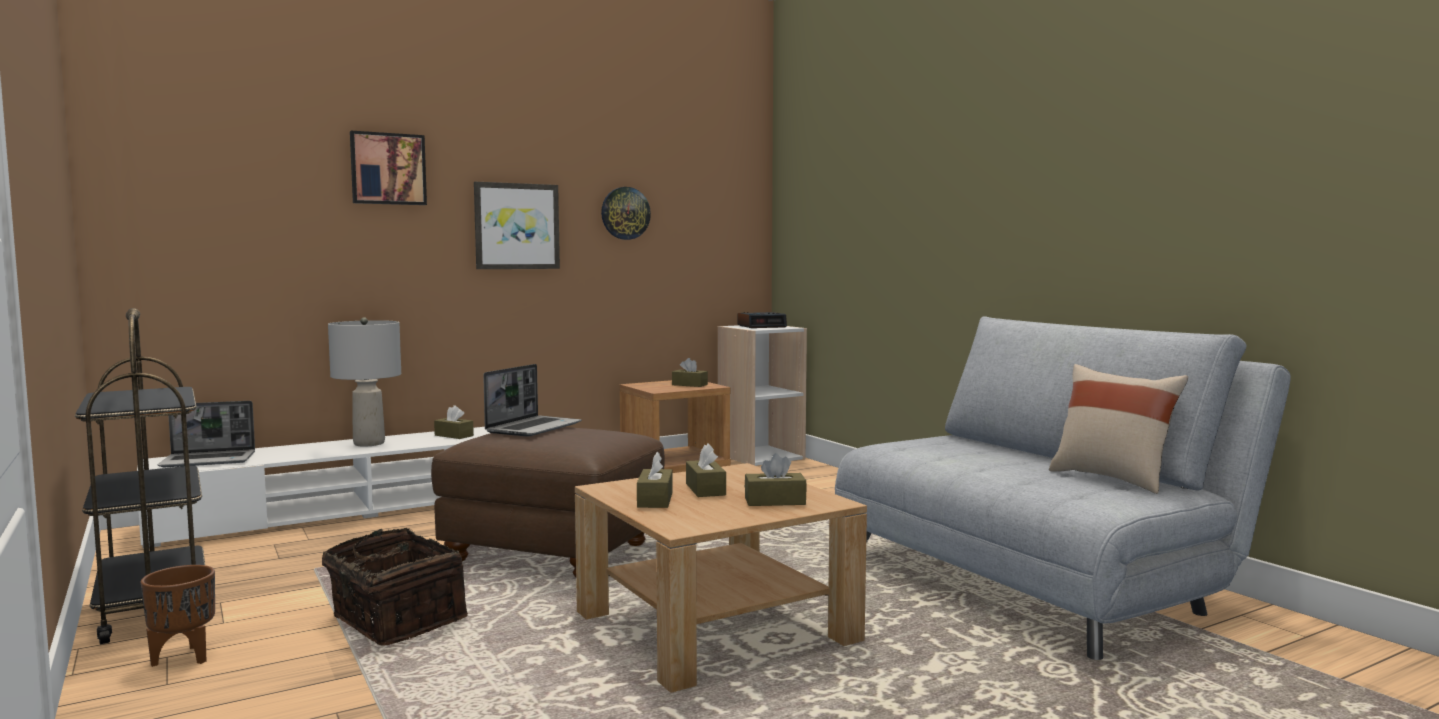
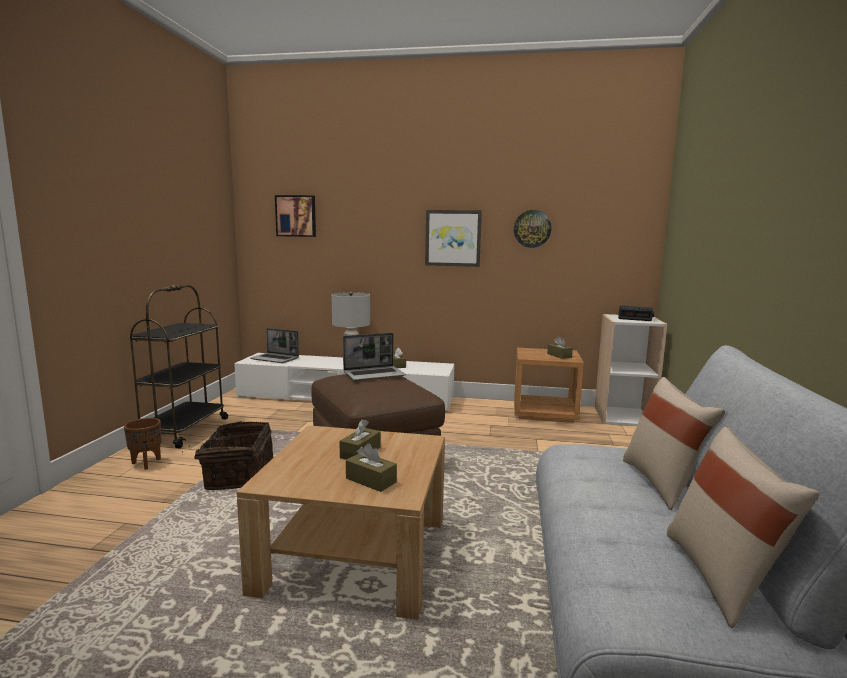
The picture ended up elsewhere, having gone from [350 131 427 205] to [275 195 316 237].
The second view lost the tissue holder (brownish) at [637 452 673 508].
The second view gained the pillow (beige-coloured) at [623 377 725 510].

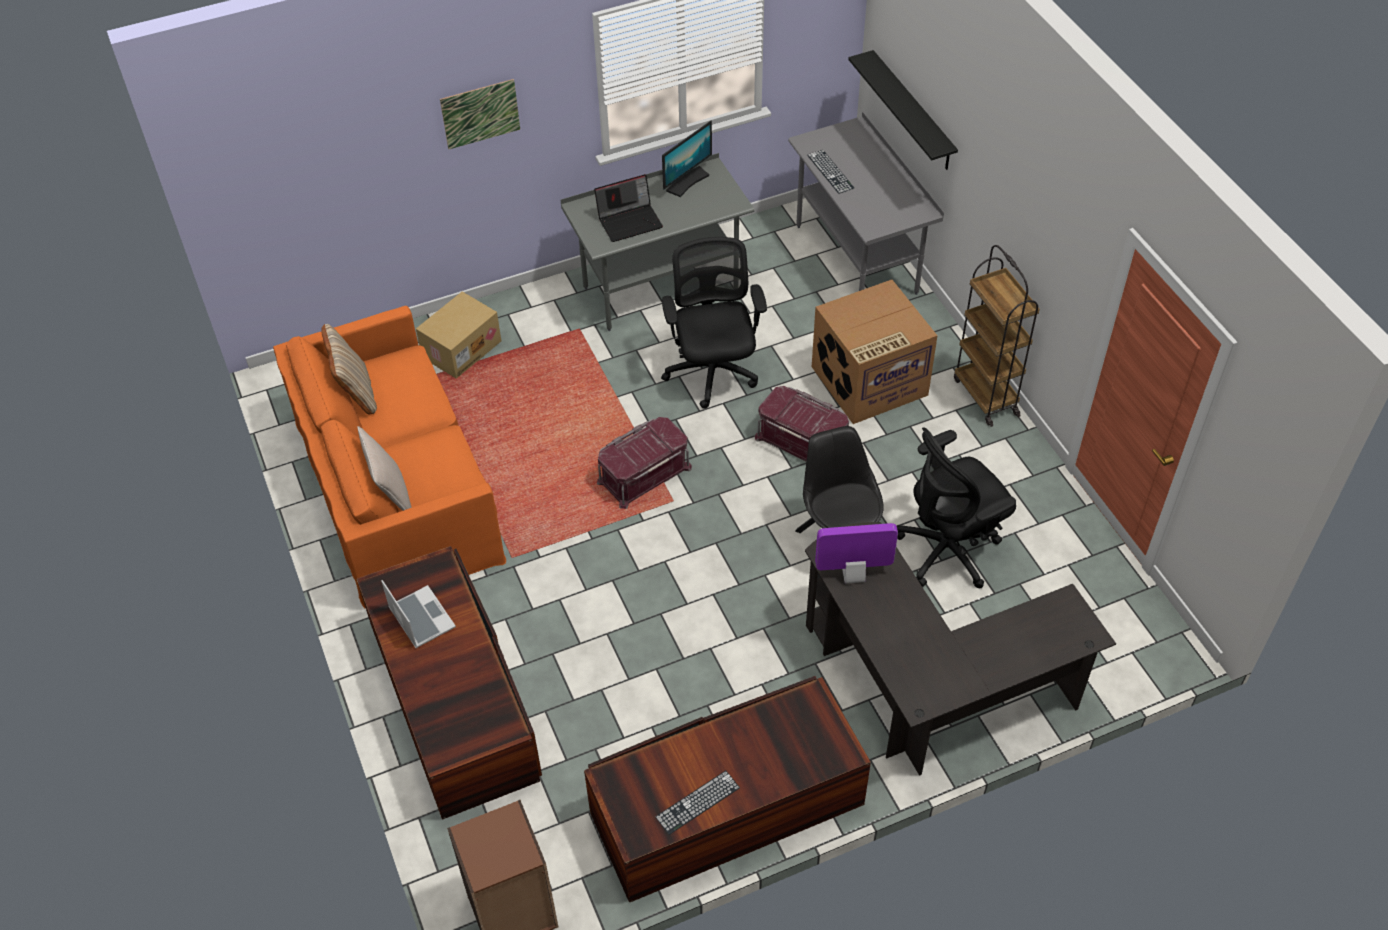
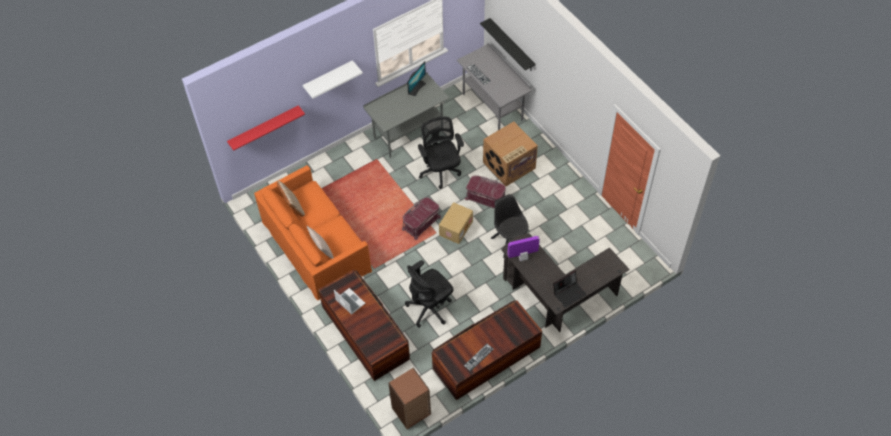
The cardboard box ended up elsewhere, having gone from [416 291 501 379] to [439 202 473 244].
Where the picture hung at [440 79 520 149], the wall shelf (whitish) came to hang at [303 60 363 99].
The portable computer ended up elsewhere, having gone from [594 174 663 242] to [553 271 587 308].
The desk chair (black) ended up elsewhere, having gone from [897 428 1016 588] to [405 260 454 328].
The second view lost the cart (brownish) at [954 245 1040 427].
The second view gained the wall shelf (red-coloured) at [227 105 305 151].

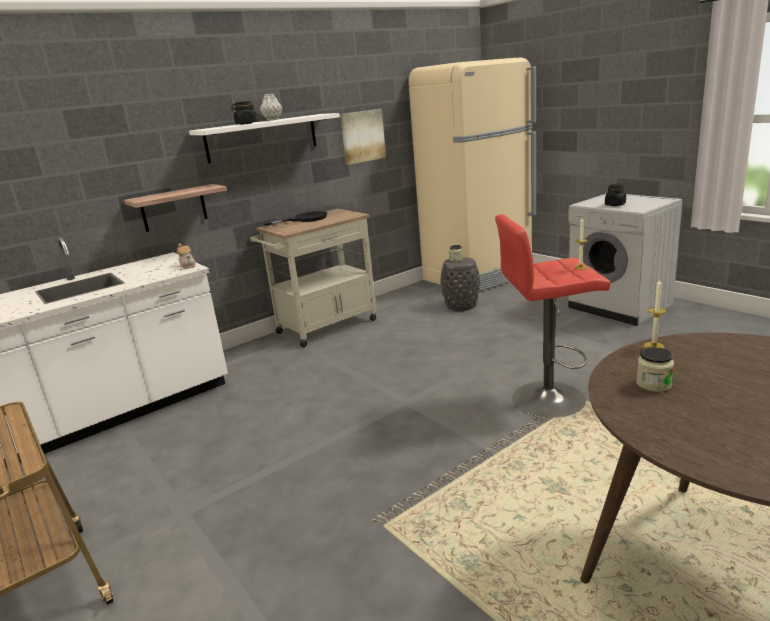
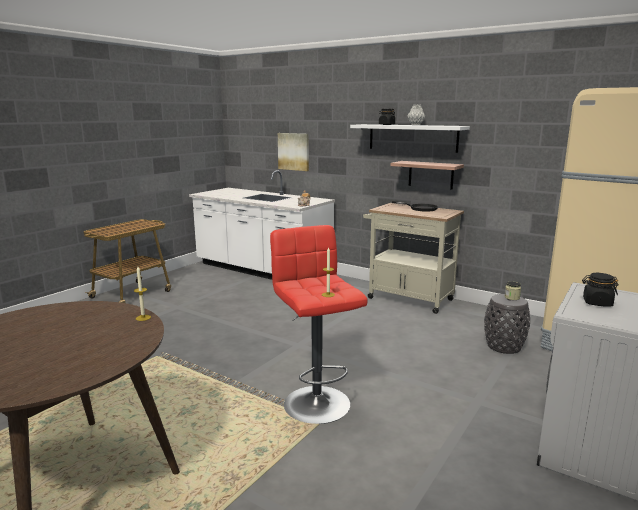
The wall shelf ended up elsewhere, having gone from [124 184 227 232] to [390 161 464 190].
The picture ended up elsewhere, having gone from [340 109 386 165] to [278 133 309 171].
The second view lost the preserve jar at [636 347 674 392].

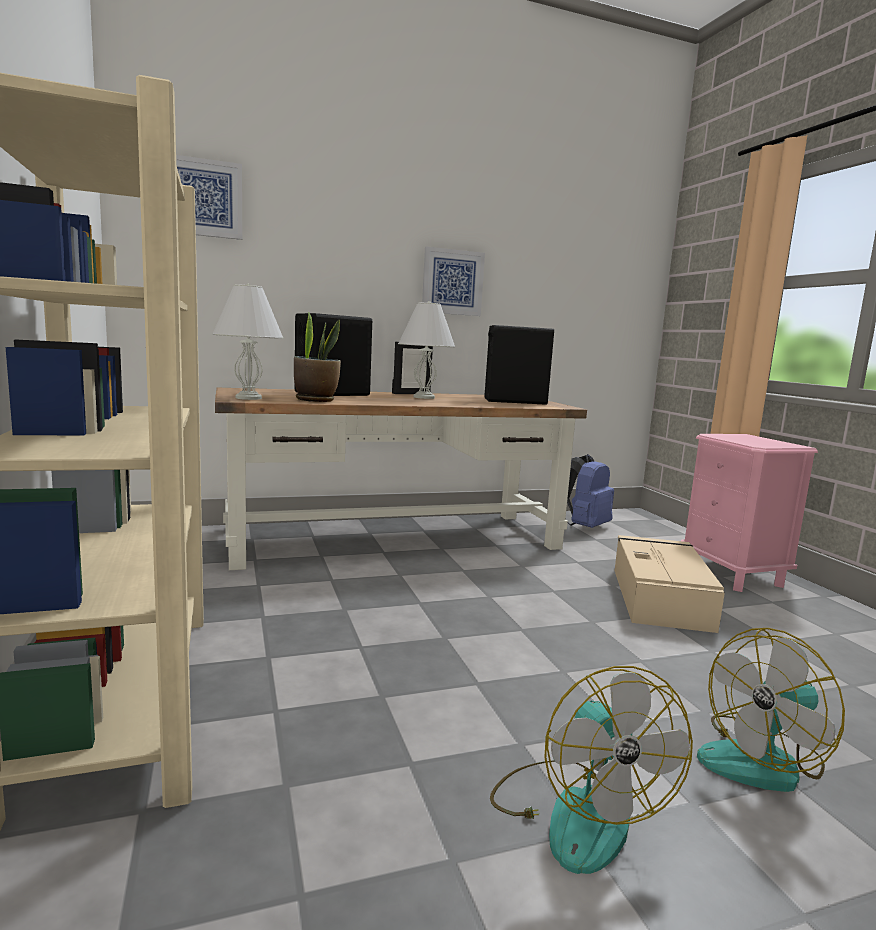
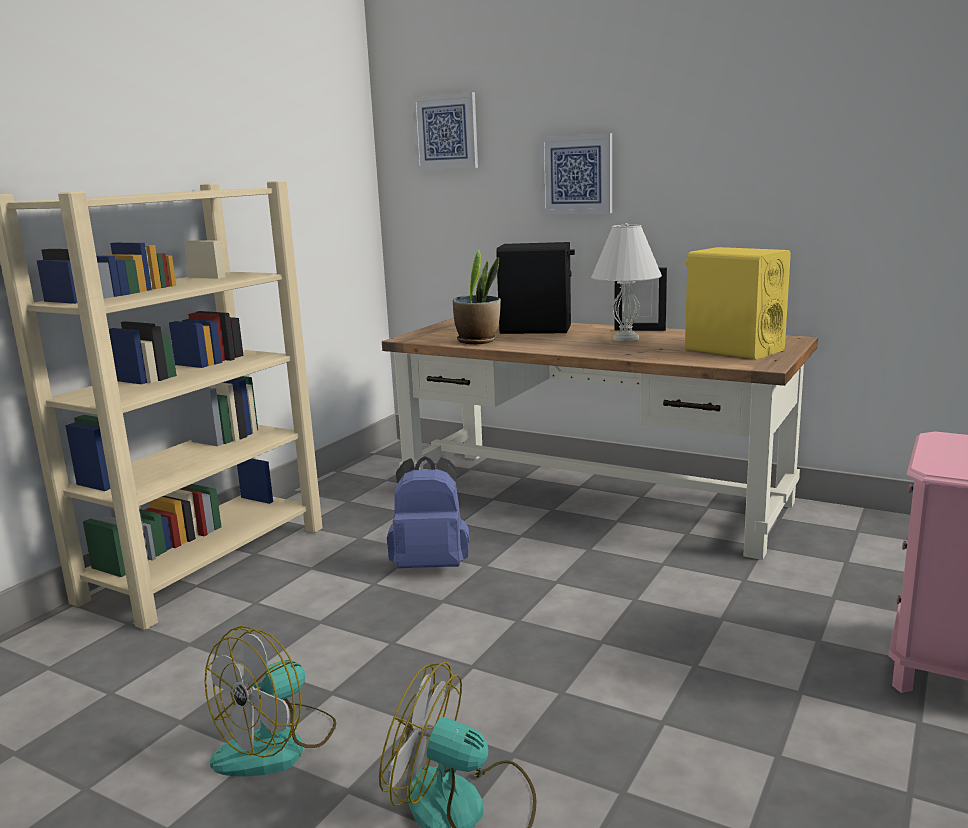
The second view lost the table lamp (whitish) at [212 284 284 400].
The picture ended up elsewhere, having gone from [422 246 485 316] to [540 133 612 214].
What was the speaker (black) at [485 325 554 405] turned into the speaker (yellow) at [685 247 791 359].
The backpack (blue-coloured) ended up elsewhere, having gone from [565 454 614 528] to [387 456 470 568].
The second view lost the storage box (beige-coloured) at [615 535 725 633].

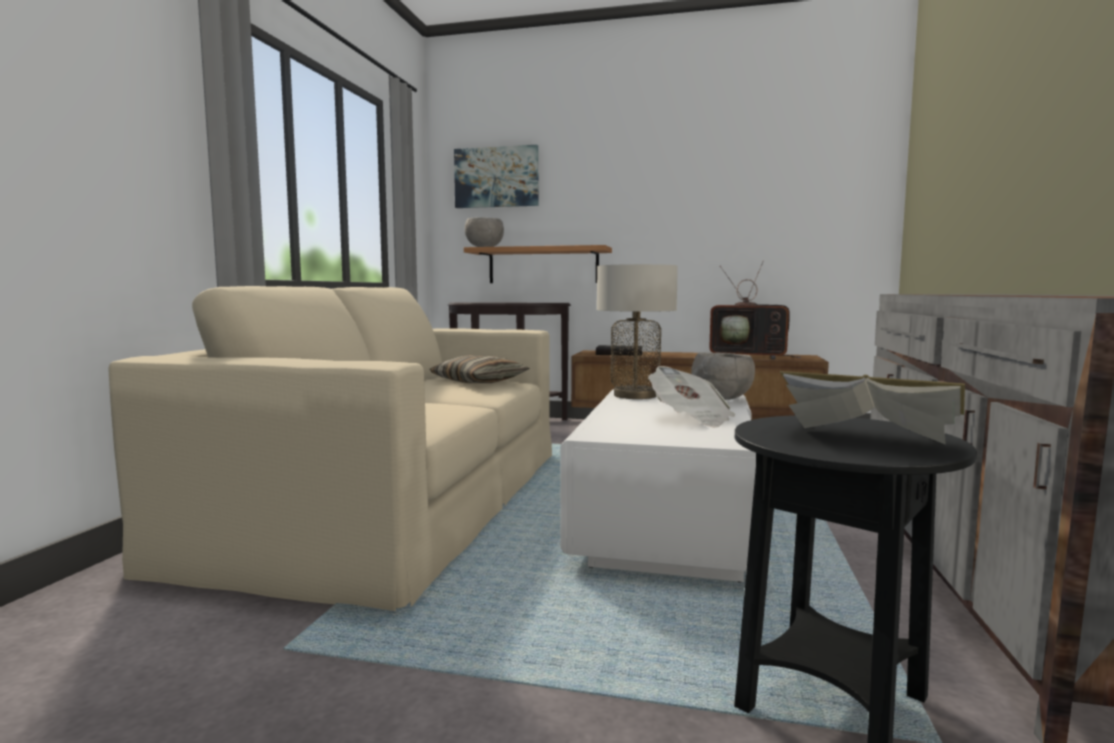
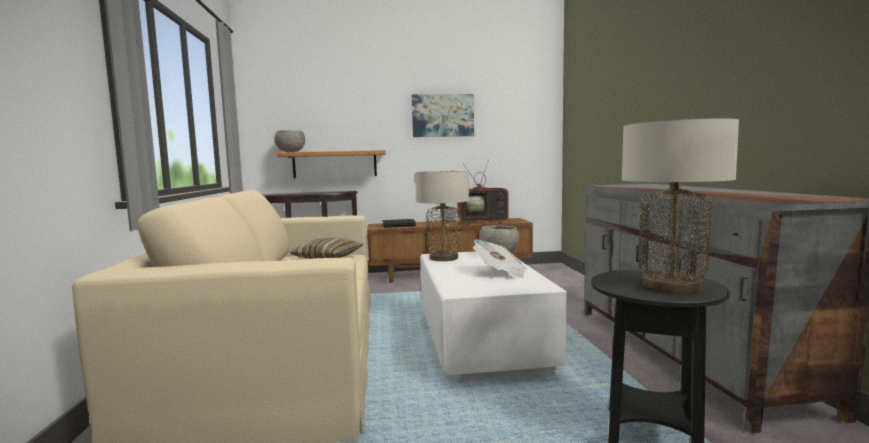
The picture ended up elsewhere, having gone from [454 145 538 208] to [412 94 474 137].
Where the book stood at [780 371 965 445], the table lamp came to stand at [622 118 739 294].

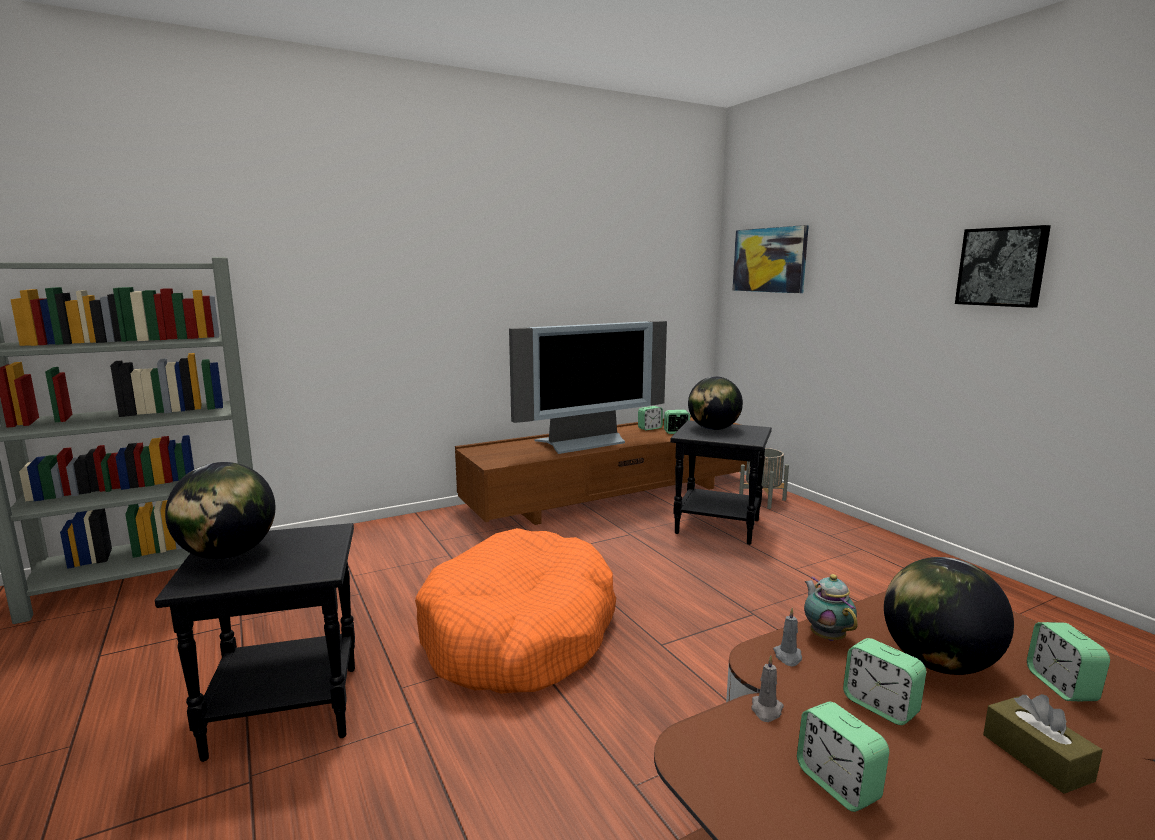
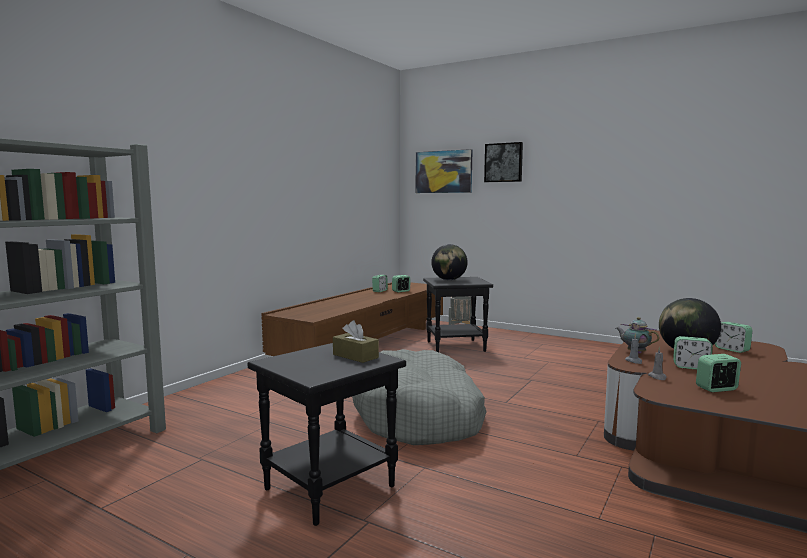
The second view lost the globe at [165 462 275 559].
What was the dog cushion (orangey) at [415 528 616 694] turned into the dog cushion (grey) at [352 349 487 445].
The second view lost the TV at [509 321 667 454].
The bedside clock at [797 702 889 812] ended up facing another way, 135 degrees clockwise from before.
The picture ended up elsewhere, having gone from [955 225 1051 308] to [484 142 523 182].
The tissue holder (brownish) ended up elsewhere, having gone from [983 694 1103 794] to [333 320 379 363].

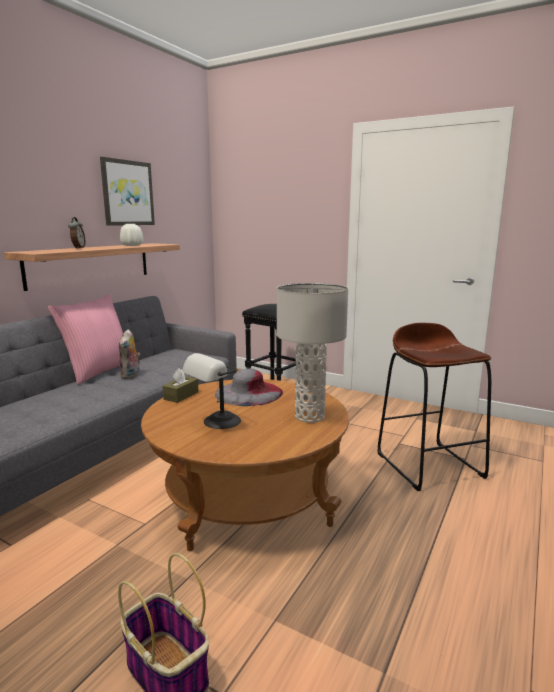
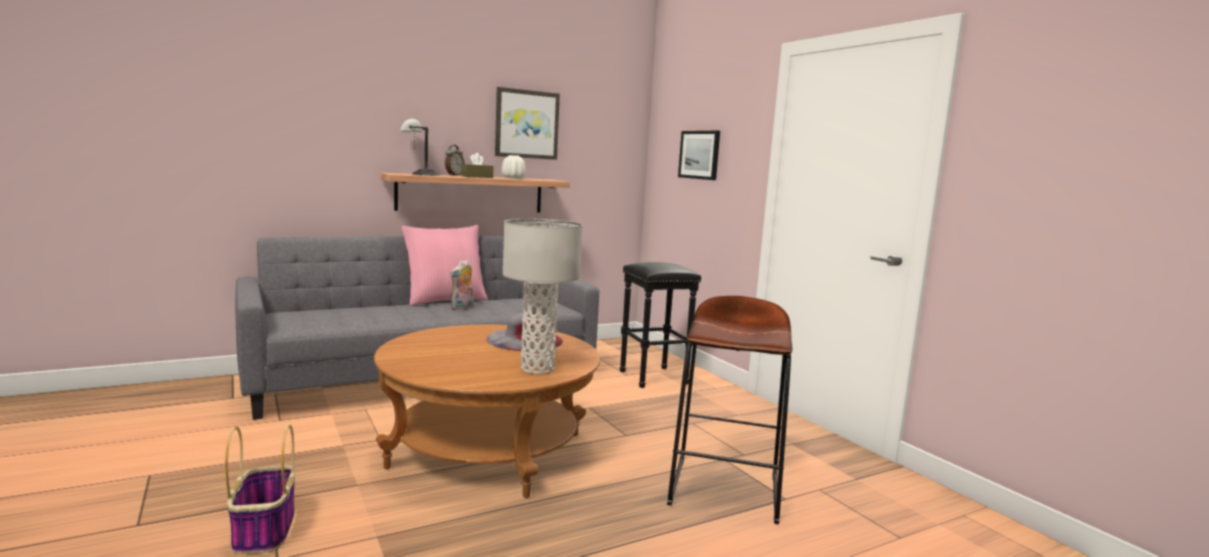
The tissue holder (brownish) ended up elsewhere, having gone from [163 368 199 403] to [461 153 493 178].
The table lamp ended up elsewhere, having gone from [182 353 241 429] to [400 119 441 176].
The second view gained the picture at [678 131 720 180].

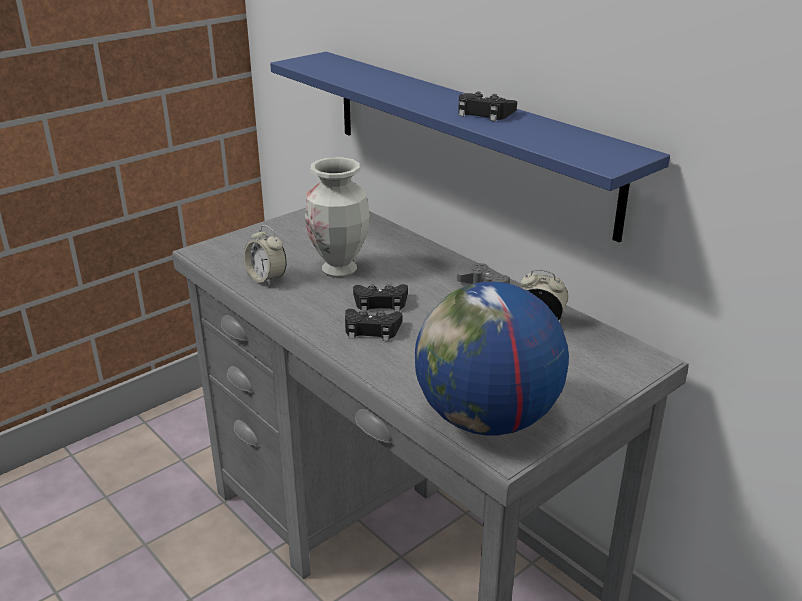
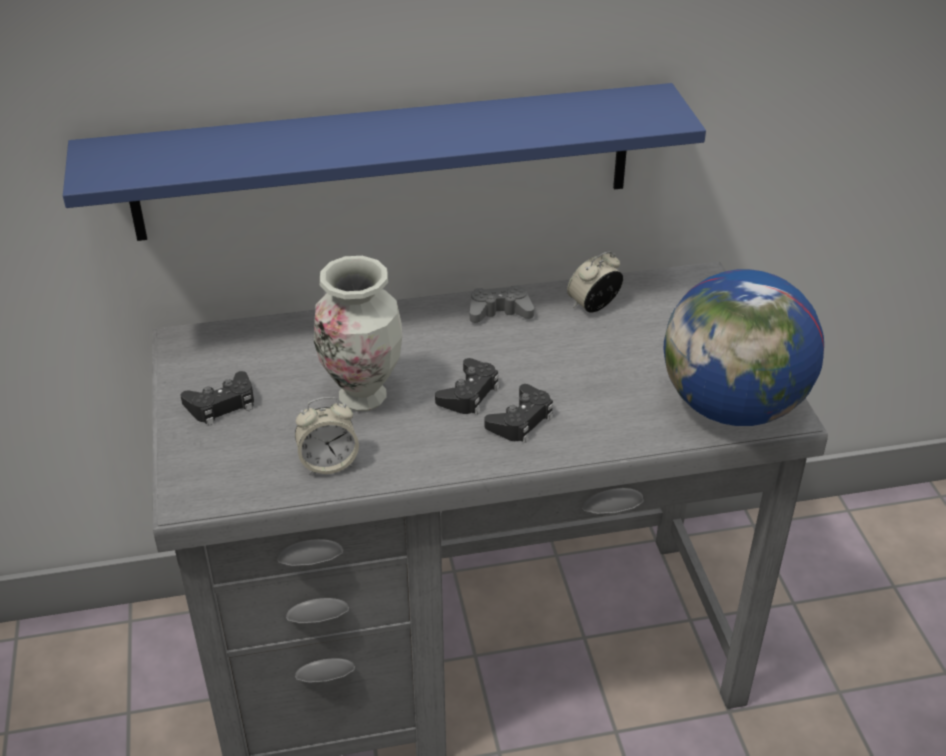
The joypad (black) ended up elsewhere, having gone from [458 91 517 121] to [180 371 254 426].

